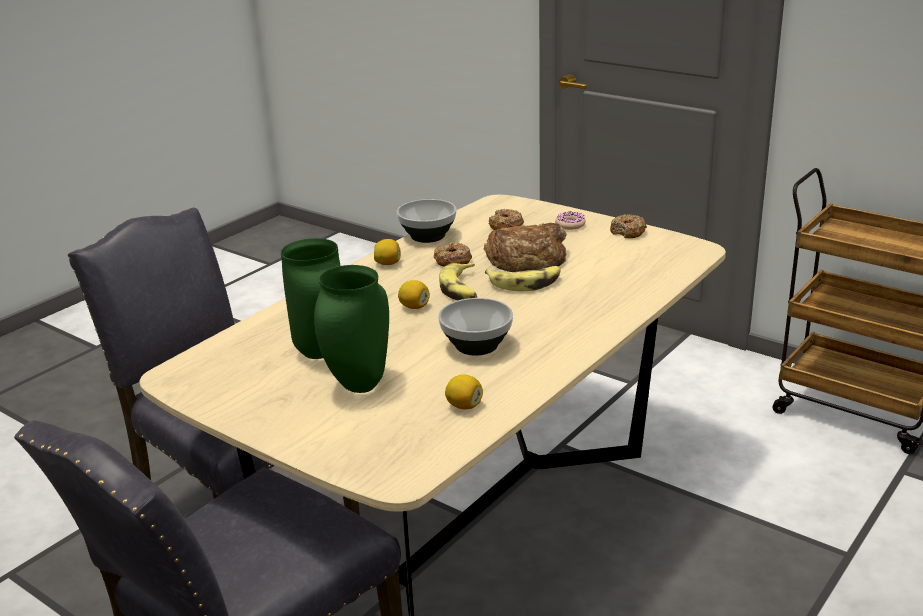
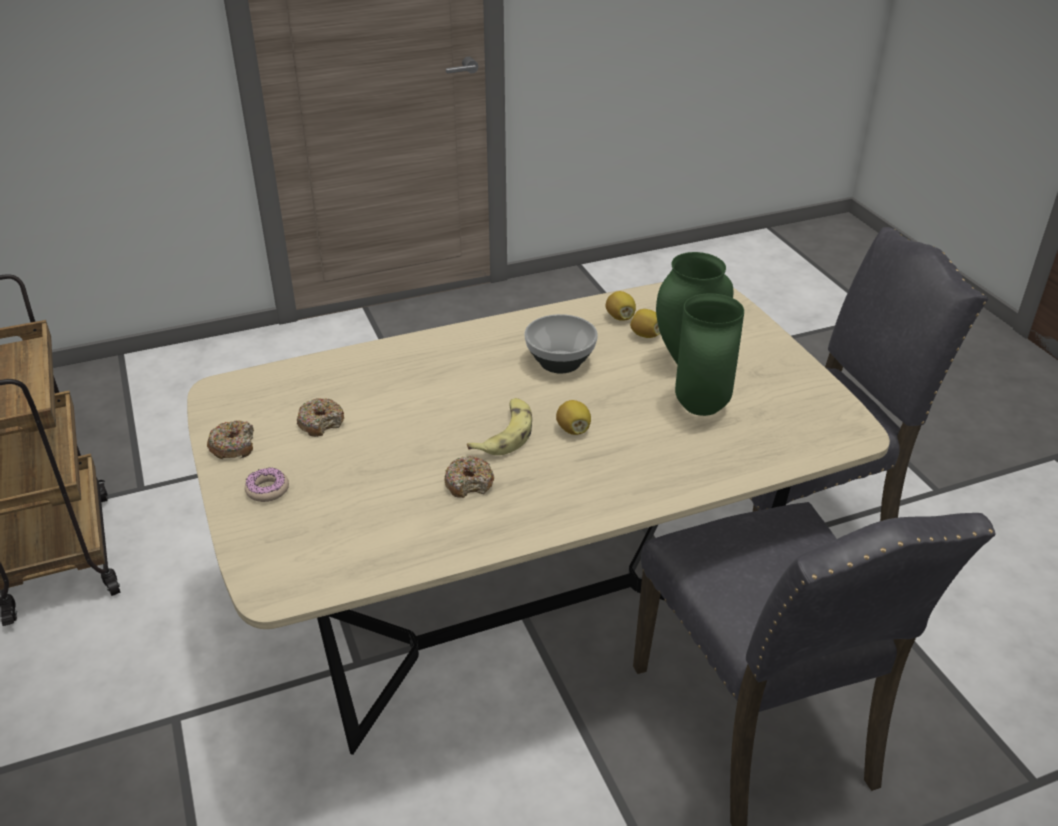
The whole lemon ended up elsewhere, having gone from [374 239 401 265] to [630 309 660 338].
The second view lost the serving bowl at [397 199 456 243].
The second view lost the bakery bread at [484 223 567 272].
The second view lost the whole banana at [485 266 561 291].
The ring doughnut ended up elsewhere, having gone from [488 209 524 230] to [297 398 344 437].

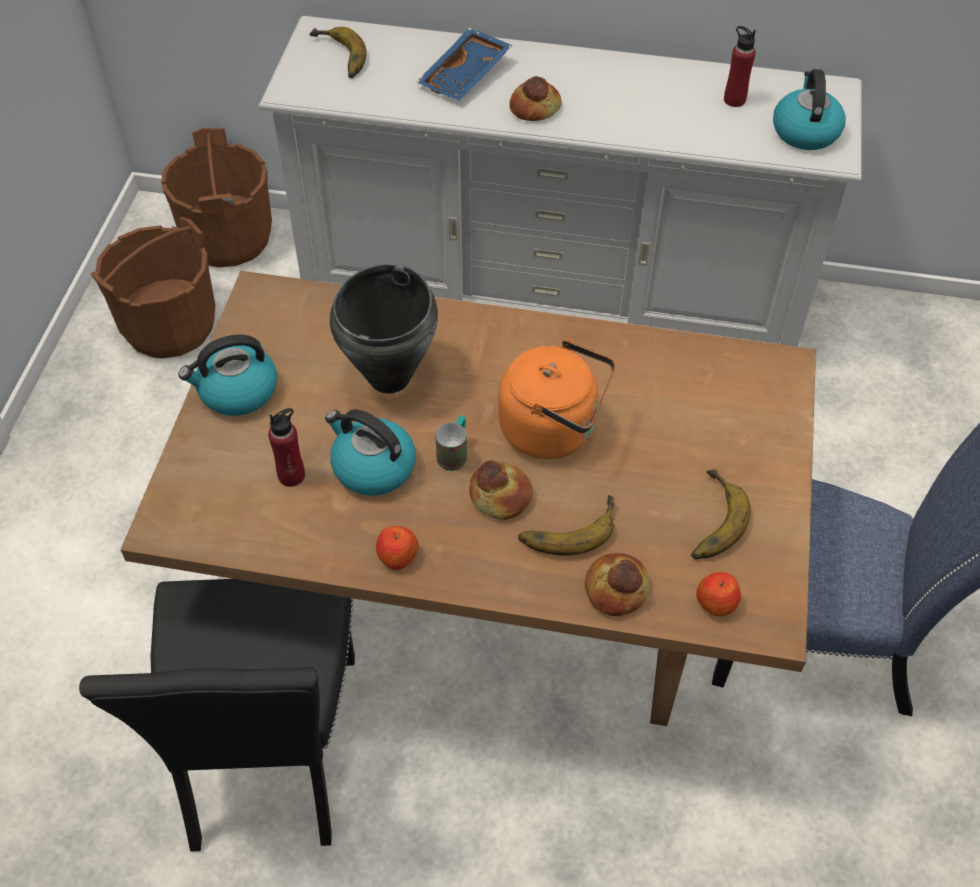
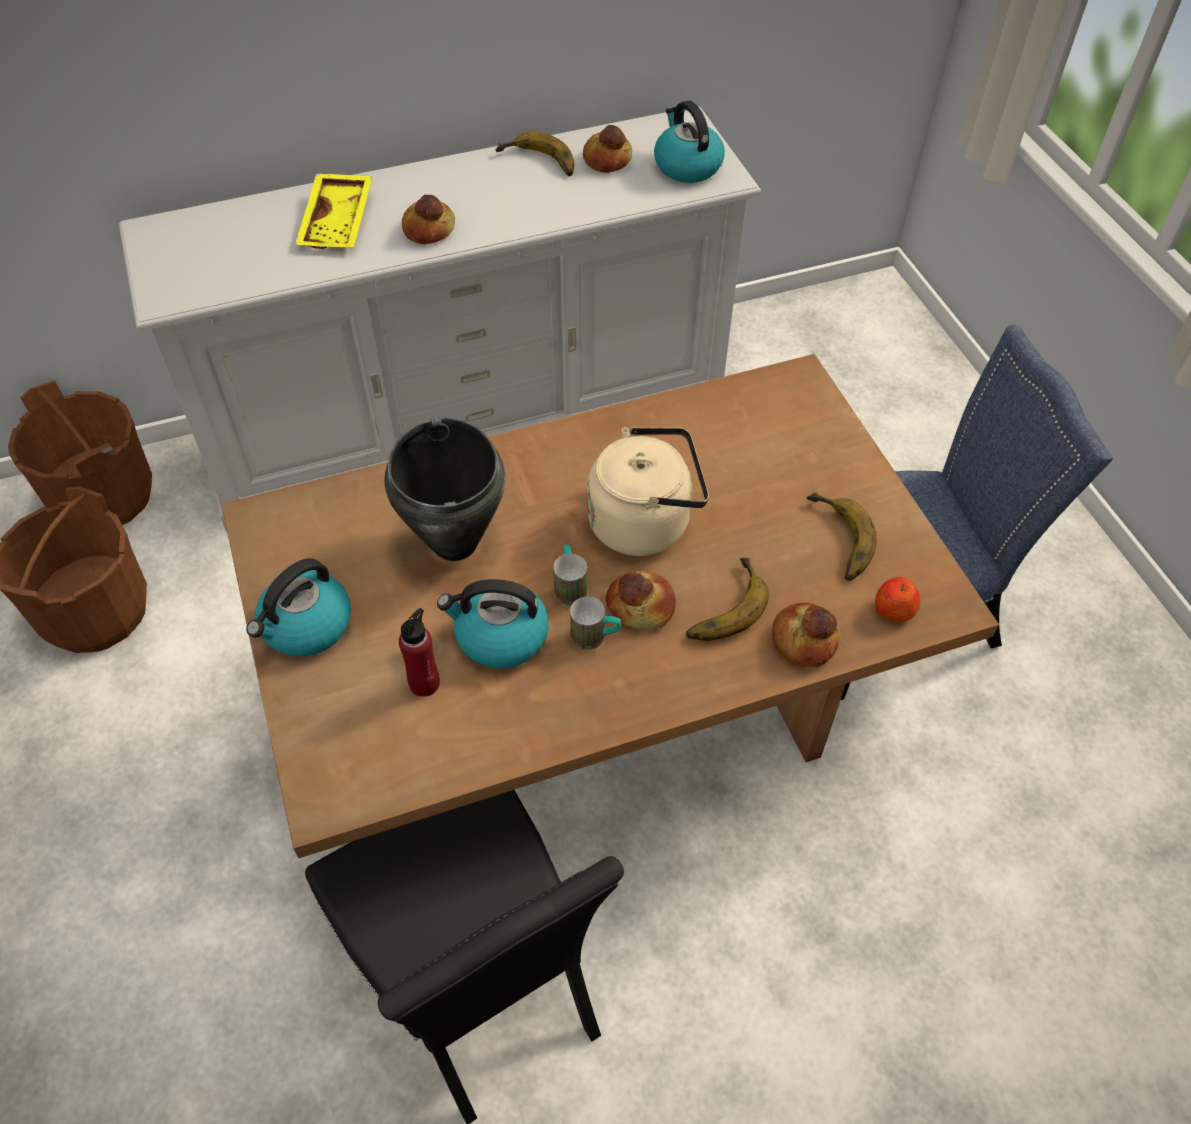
The whole banana ended up elsewhere, having gone from [309 27 366 78] to [495 132 574 176].
The second view lost the apple at [376 526 419 570].
What was the carrying tray (blue-coloured) at [417 28 512 101] turned into the carrying tray (yellow) at [295 174 373 249].
What was the tea kettle (orangey) at [498 339 615 459] turned into the tea kettle (beige-coloured) at [587 427 709 556].
Where the bottle (red-coloured) stood at [724 26 756 107], the bakery bread came to stand at [583 125 632 173].
The second view gained the tea mug at [570 597 621 650].

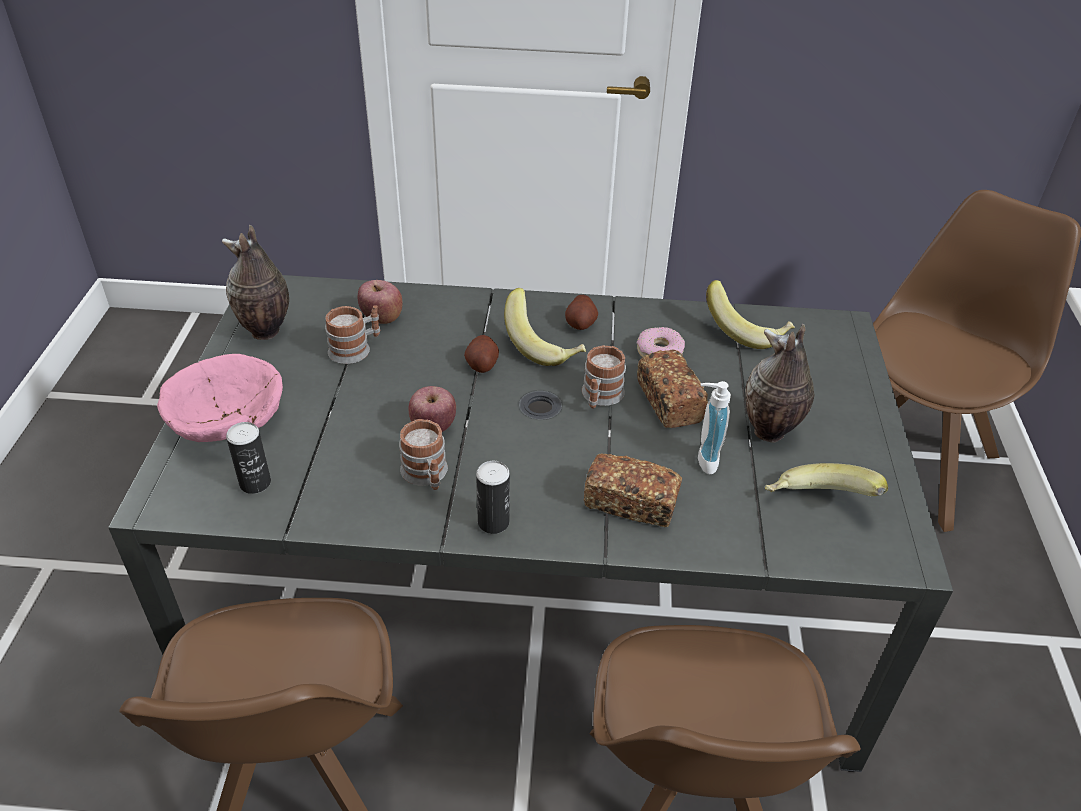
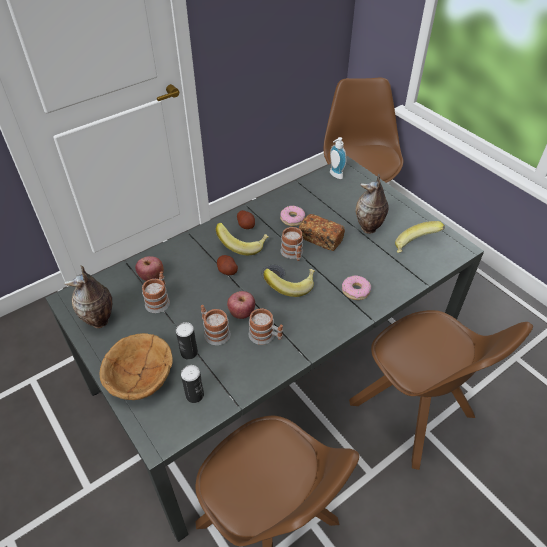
What was the serving bowl (pink) at [157 354 283 442] turned into the serving bowl (brownish) at [100 333 173 400].
The sealed can ended up elsewhere, having gone from [476 461 510 534] to [176 322 198 360].
Where the bakery bread stood at [584 453 682 527], the ring doughnut came to stand at [342 275 371 300].
The soap dispenser ended up elsewhere, having gone from [698 381 731 474] to [330 137 346 179].
The whole banana ended up elsewhere, having gone from [706 280 795 349] to [264 269 315 297].
The second view gained the tea mug at [201 305 231 345].

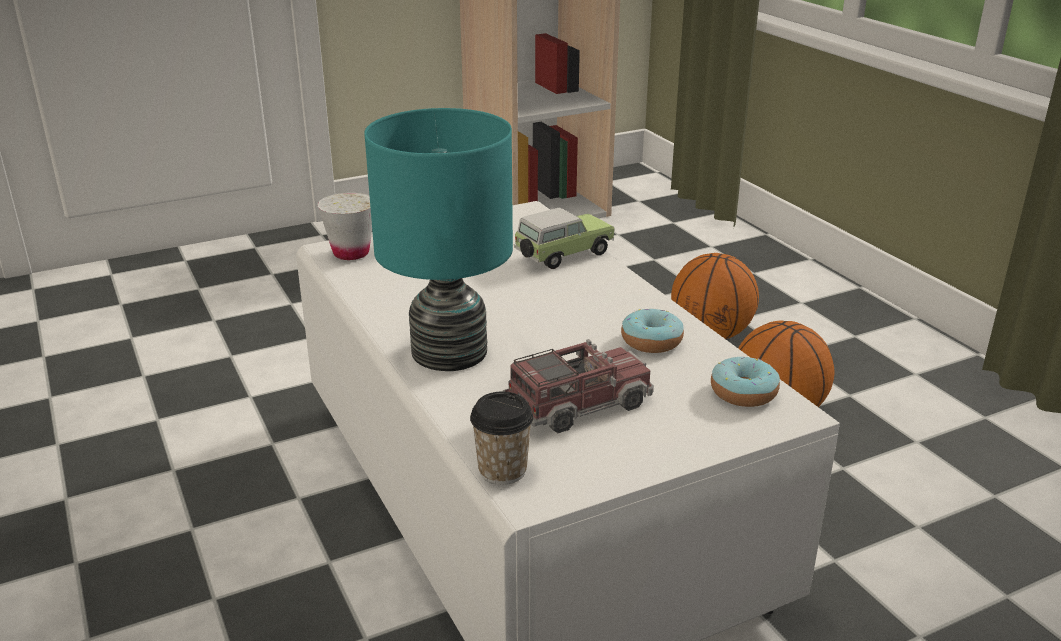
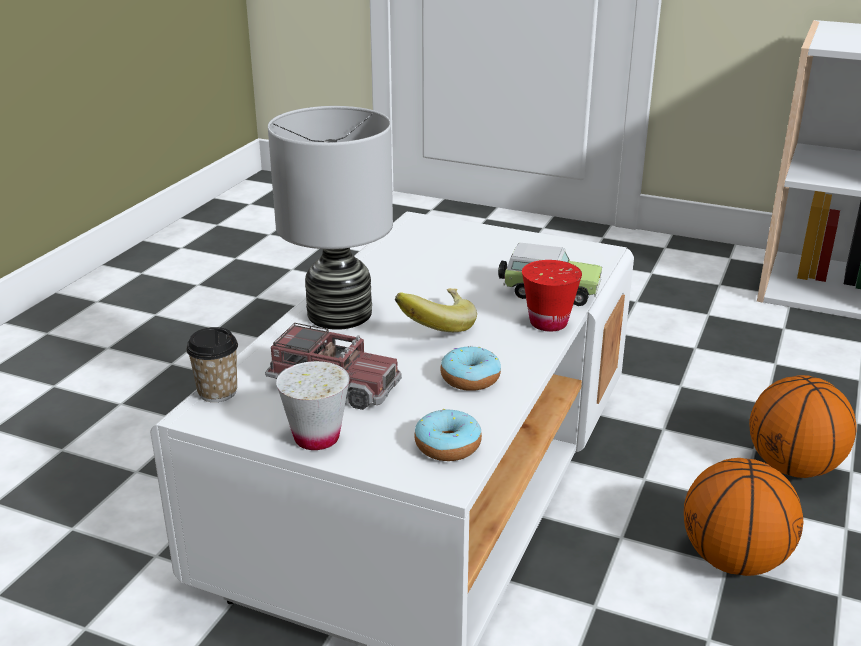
The small cup (whitish) ended up elsewhere, having gone from [318 192 372 260] to [276 361 350 450].
What was the table lamp (blue-green) at [364 108 513 371] turned into the table lamp (grey) at [268 106 393 330].
The second view gained the whole banana at [395 288 477 332].
The second view gained the small cup (red-coloured) at [522 260 582 332].

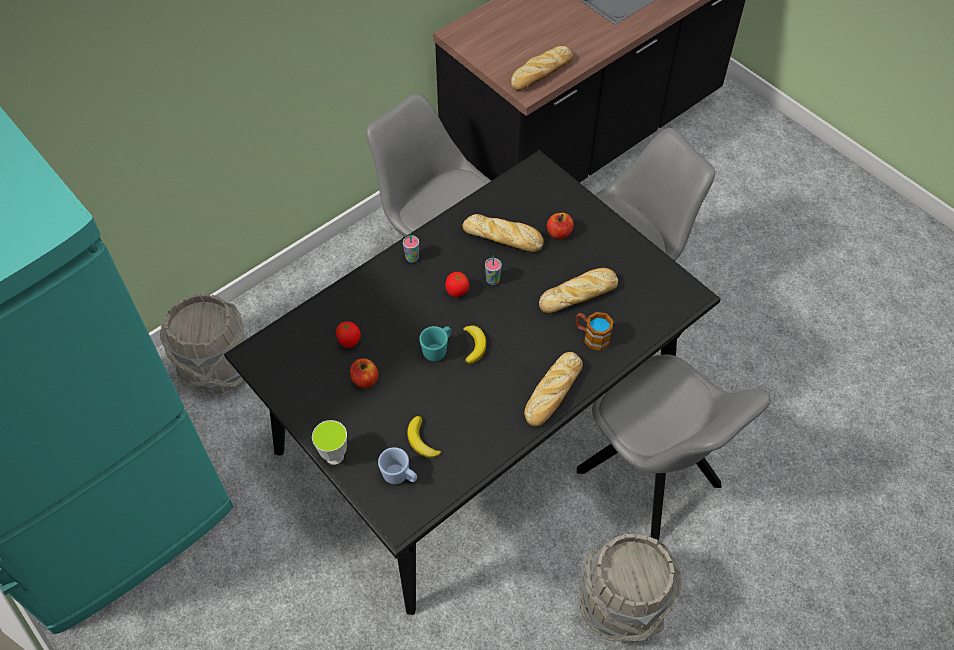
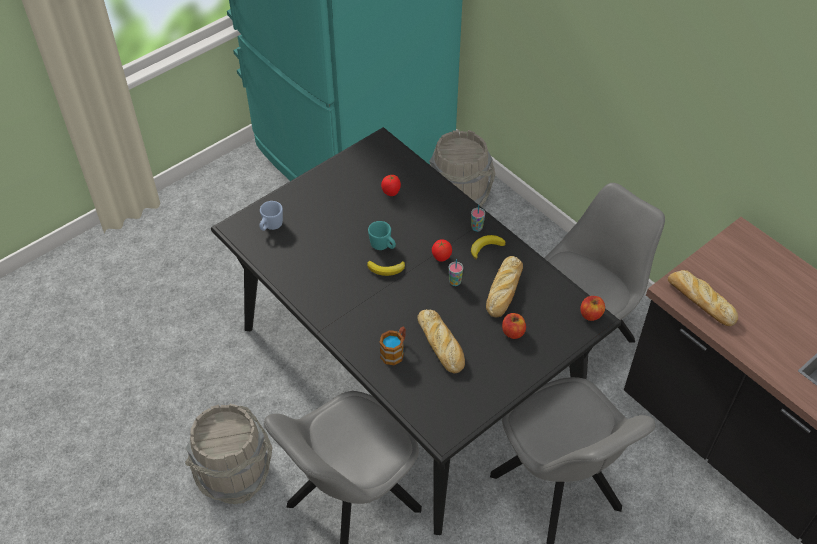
The second view lost the small cup at [312 420 347 465].
The apple ended up elsewhere, having gone from [350 358 378 388] to [580 296 605 321].
The whole banana ended up elsewhere, having gone from [407 416 441 458] to [471 235 506 259].
The second view lost the bakery bread at [524 352 583 426].

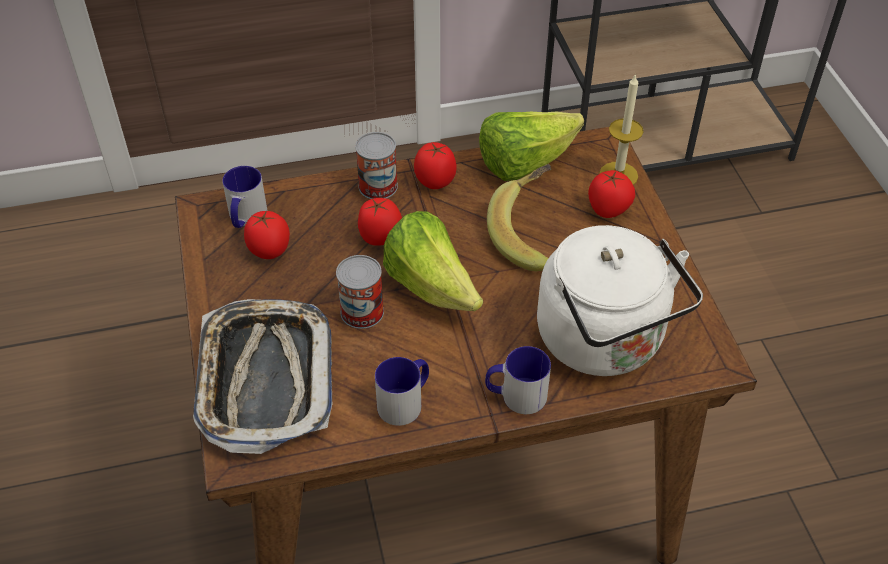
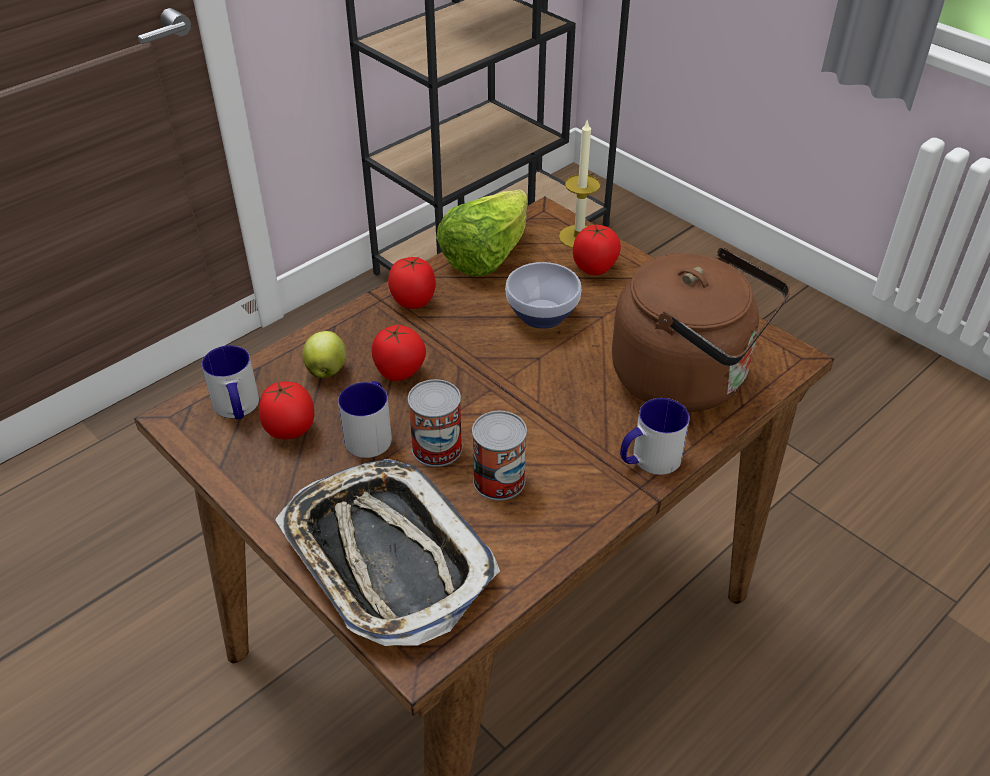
The sealed can ended up elsewhere, having gone from [355 132 398 199] to [472 411 527 501].
The tea mug ended up elsewhere, having gone from [375 357 429 426] to [338 381 392 458].
The second view lost the head of lettuce at [383 211 483 311].
Where the whole banana stood at [487 164 552 271], the serving bowl came to stand at [505 262 581 329].
What was the tea kettle (whitish) at [537 225 703 376] turned into the tea kettle (brownish) at [612 247 790 412].
The second view gained the apple at [302 331 346 378].

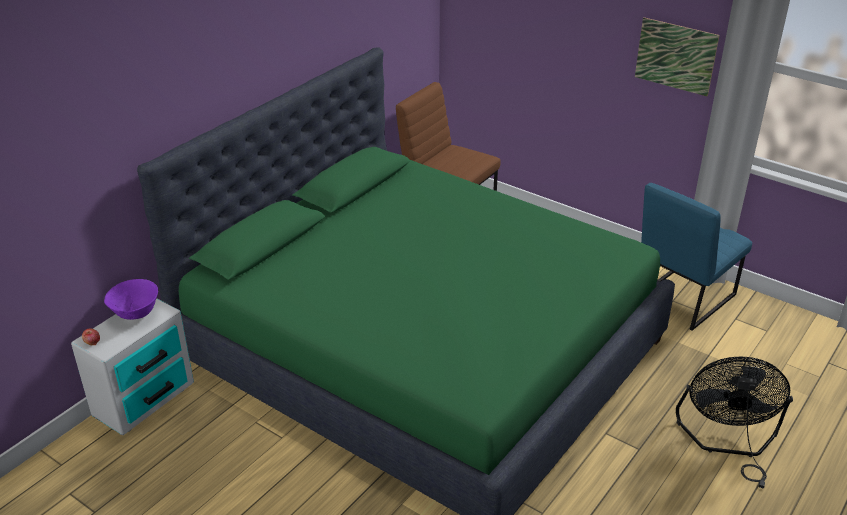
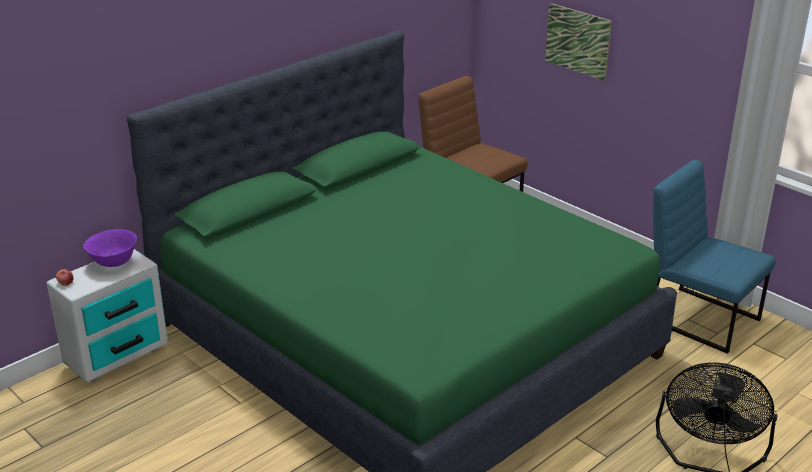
The picture ended up elsewhere, having gone from [635 17 720 96] to [545 3 612 81].
The upright chair (blue-coloured) at [641 183 752 331] ended up facing another way, 75 degrees clockwise from before.

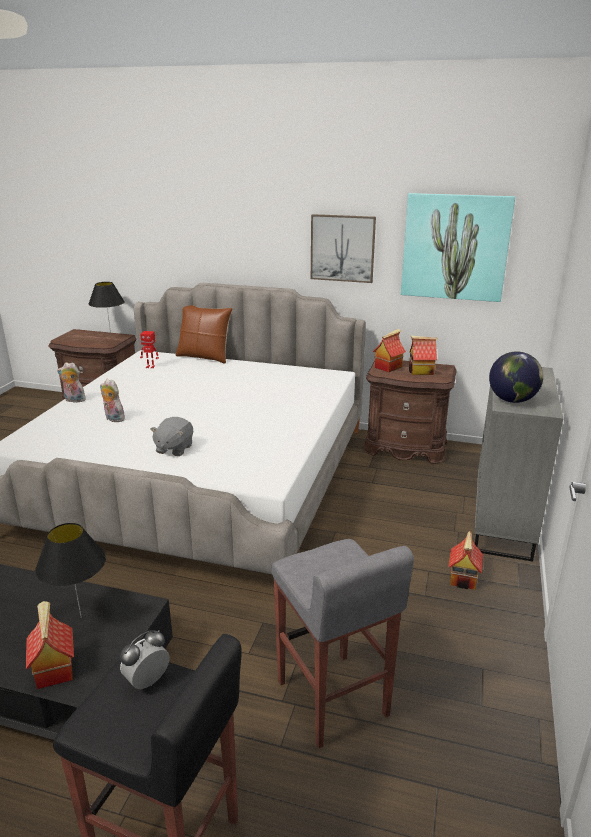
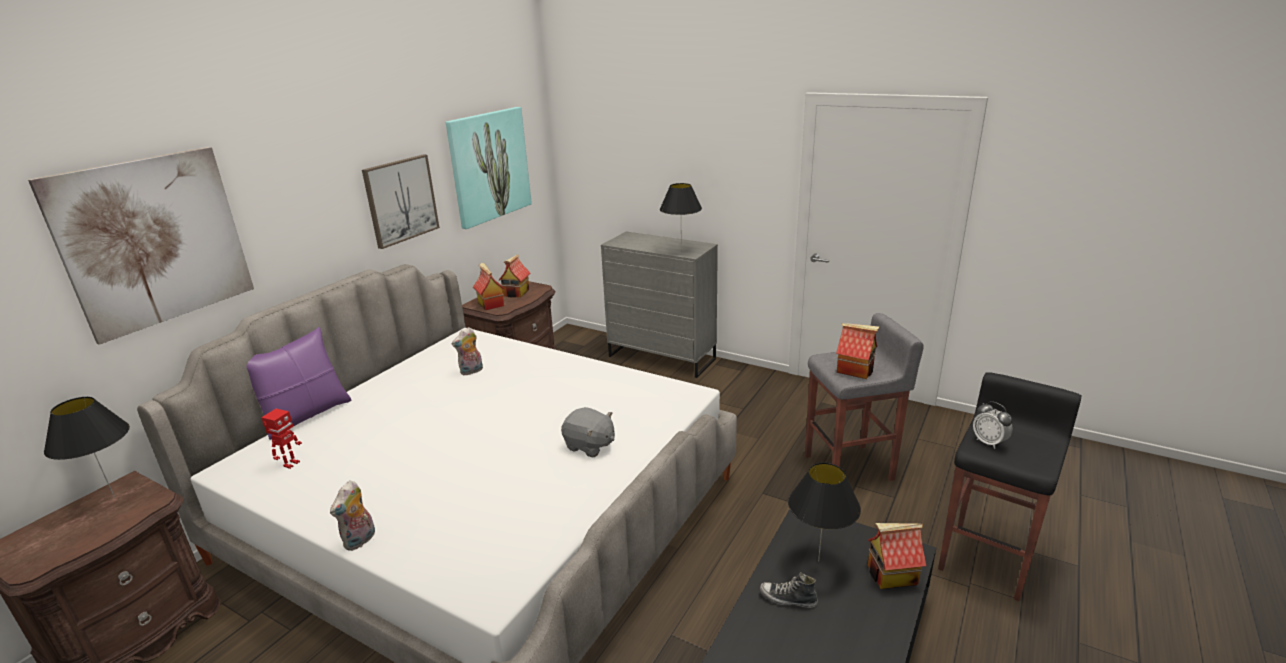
The cuddly toy ended up elsewhere, having gone from [100 379 126 422] to [452 327 483 375].
What was the pillow (brownish) at [176 305 232 364] turned into the pillow (purplish) at [247 327 351 440].
The toy house ended up elsewhere, having gone from [448 531 483 590] to [836 323 880 379].
Where the globe stood at [489 351 543 403], the table lamp (black) came to stand at [660 183 702 251].
The second view gained the picture at [28 147 254 345].
The second view gained the shoe at [760 572 818 608].

